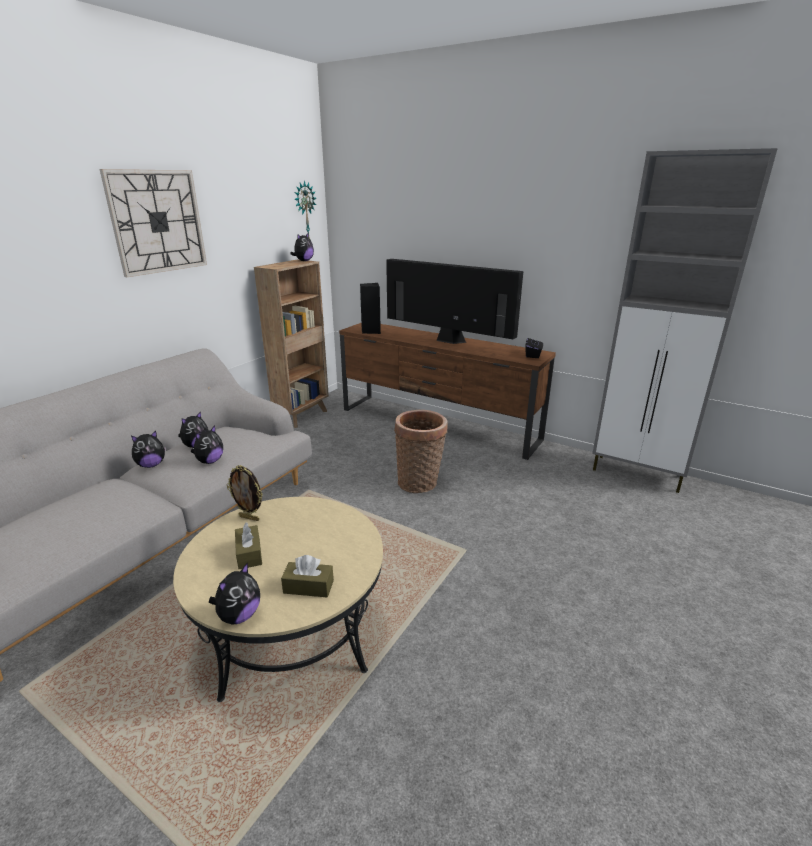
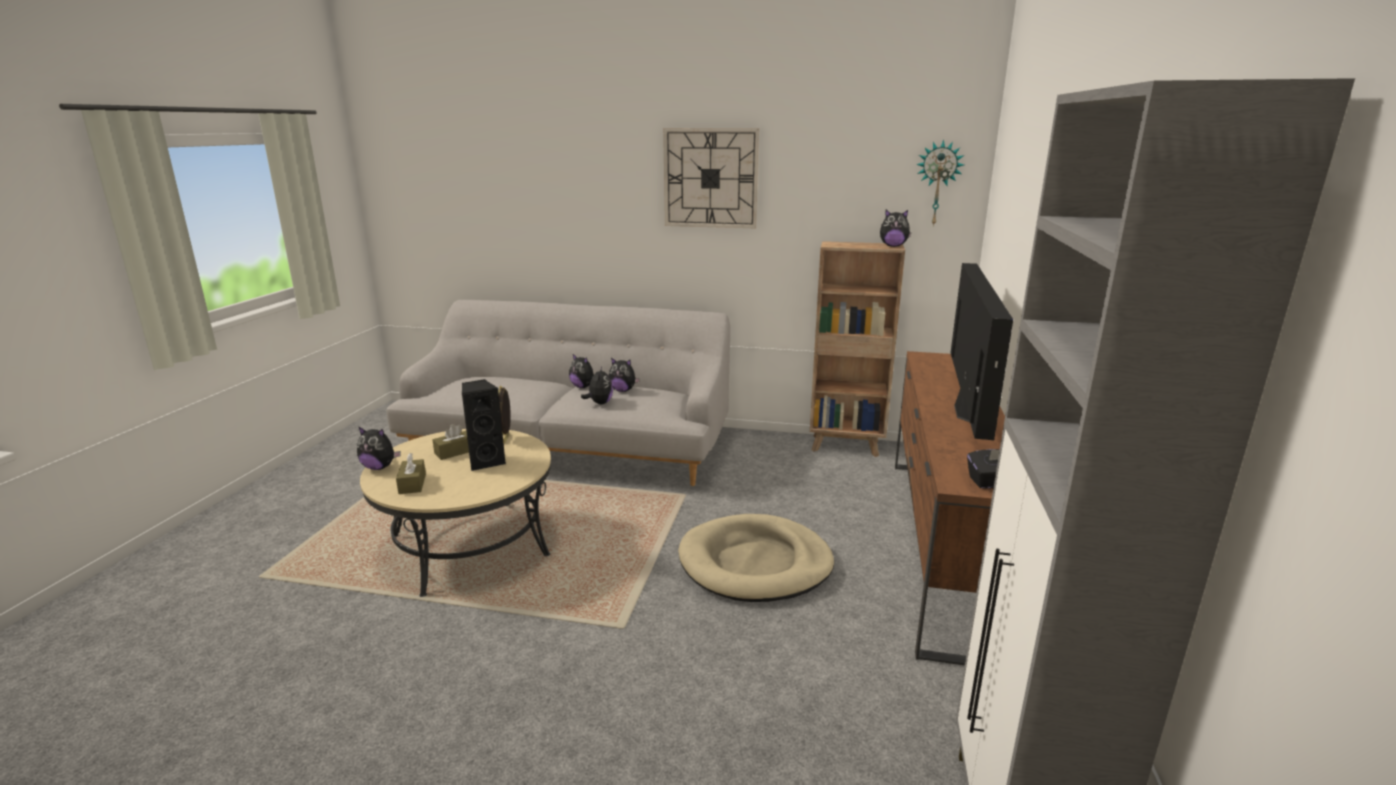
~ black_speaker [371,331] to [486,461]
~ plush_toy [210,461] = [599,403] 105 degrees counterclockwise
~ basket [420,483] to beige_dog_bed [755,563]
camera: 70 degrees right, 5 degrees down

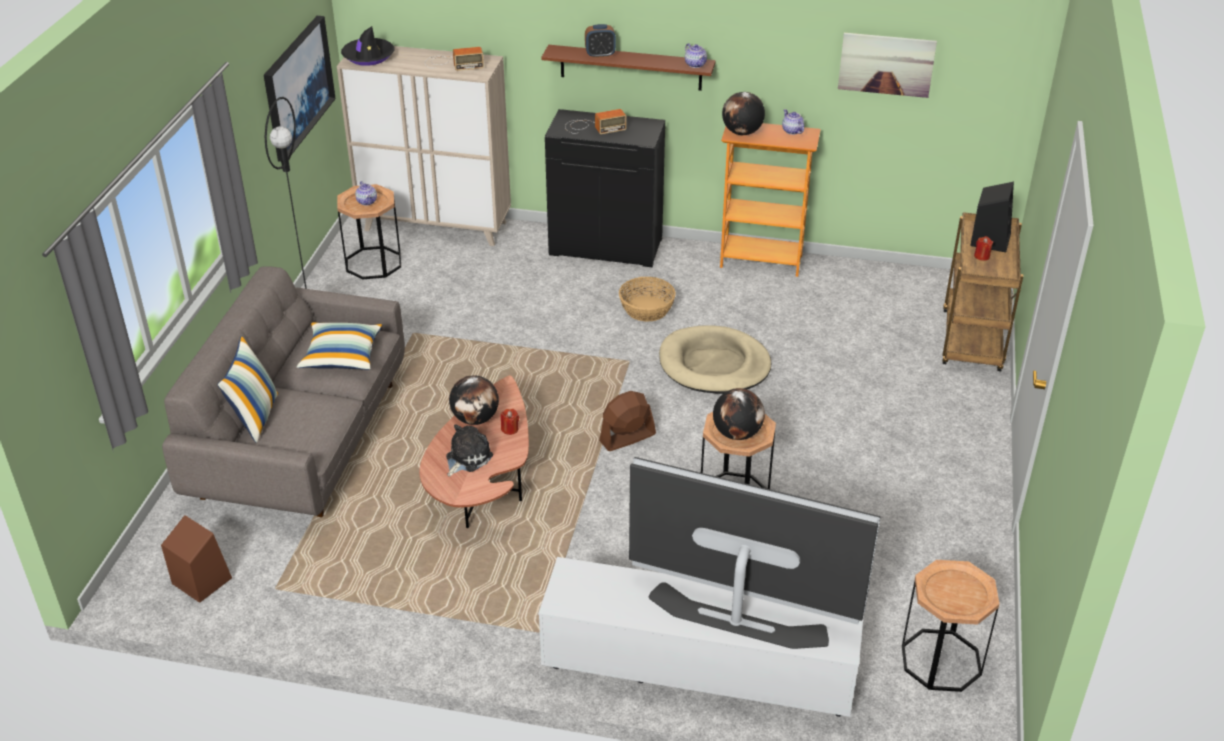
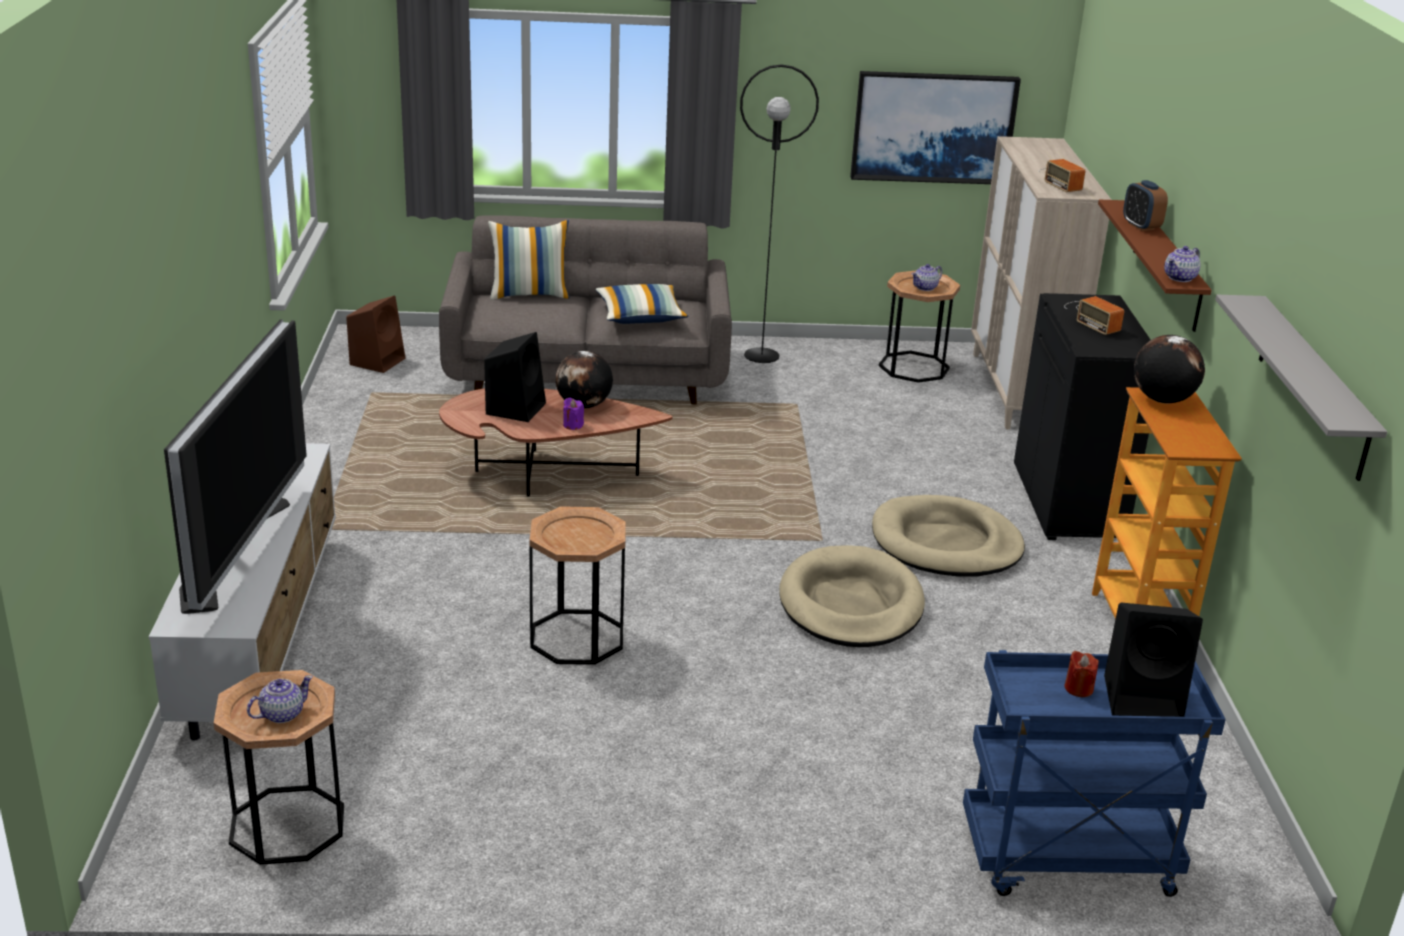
~ teapot [792,131] to [281,714]
~ plush_toy [466,458] to black_speaker [516,408]
~ red_candle [510,429] to purple_candle [573,425]
~ basket [647,309] to beige_dog_bed [946,543]
~ brown_cart [972,342] to blue_cart [1066,861]
~ picture [886,64] to grey_shelf [1313,386]
- black_hat [368,57]
- brown_fan [627,438]
- globe [737,433]
camera: 75 degrees right, 10 degrees down

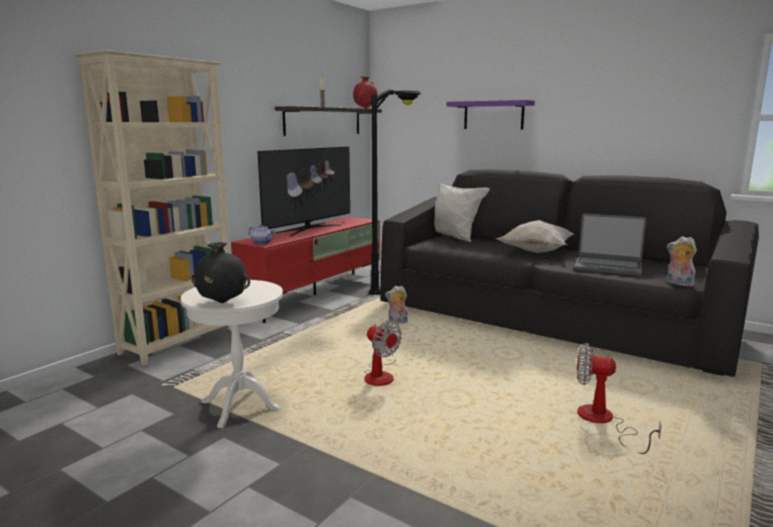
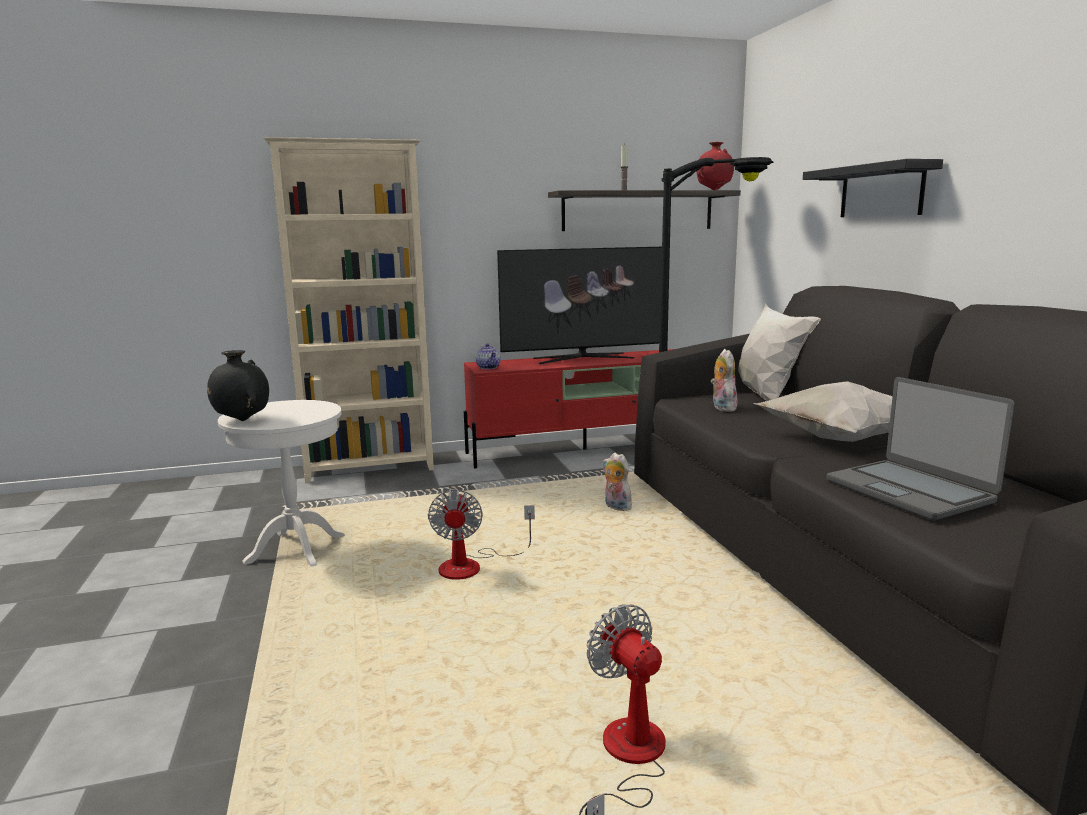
~ plush_toy [678,283] to [722,408]
~ purple_shelf [493,115] to black_shelf [881,191]
camera: 40 degrees right, 0 degrees up

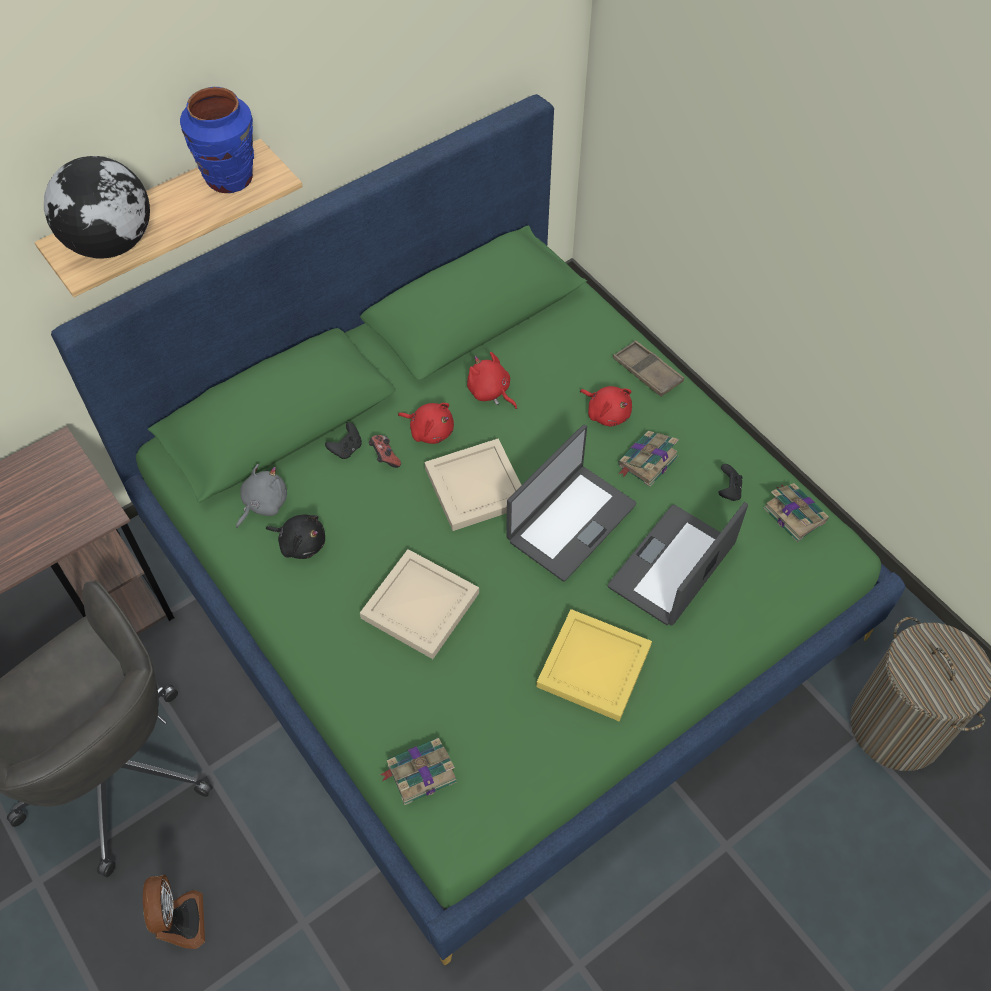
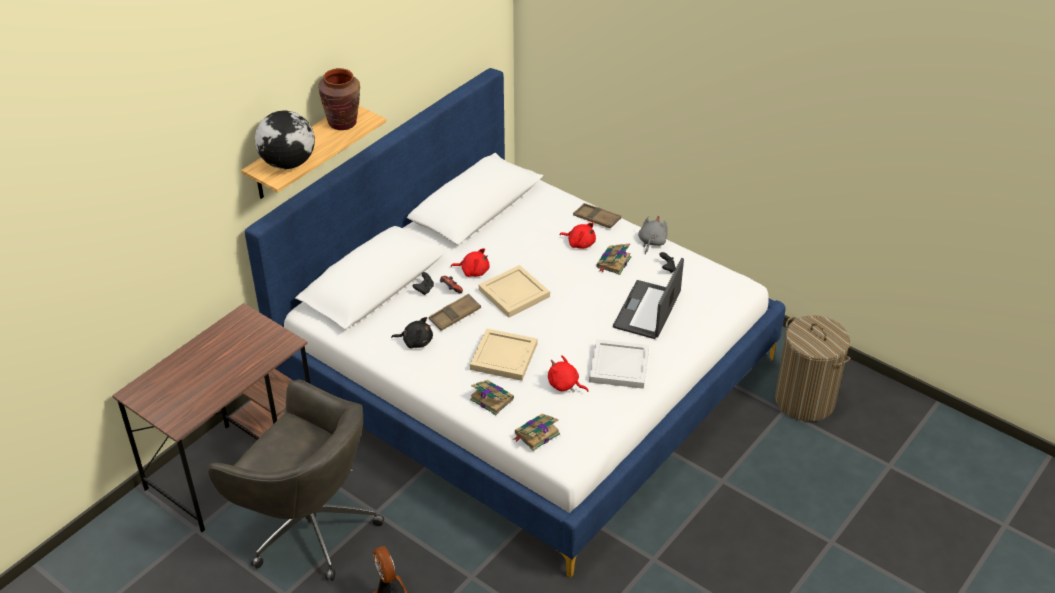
~ green_bed [495,578] to white_bed [527,373]
~ blue_vase [230,178] to brown_vase [343,123]
+ brown_tray [455,315]
~ book [794,513] to [491,399]
~ red_plush_toy [490,392] to [565,385]
~ yellow_tray [594,668] to white_tray [620,367]
~ grey_plush_toy [263,504] to [651,242]
- laptop [570,521]
camera: 15 degrees left, 15 degrees down

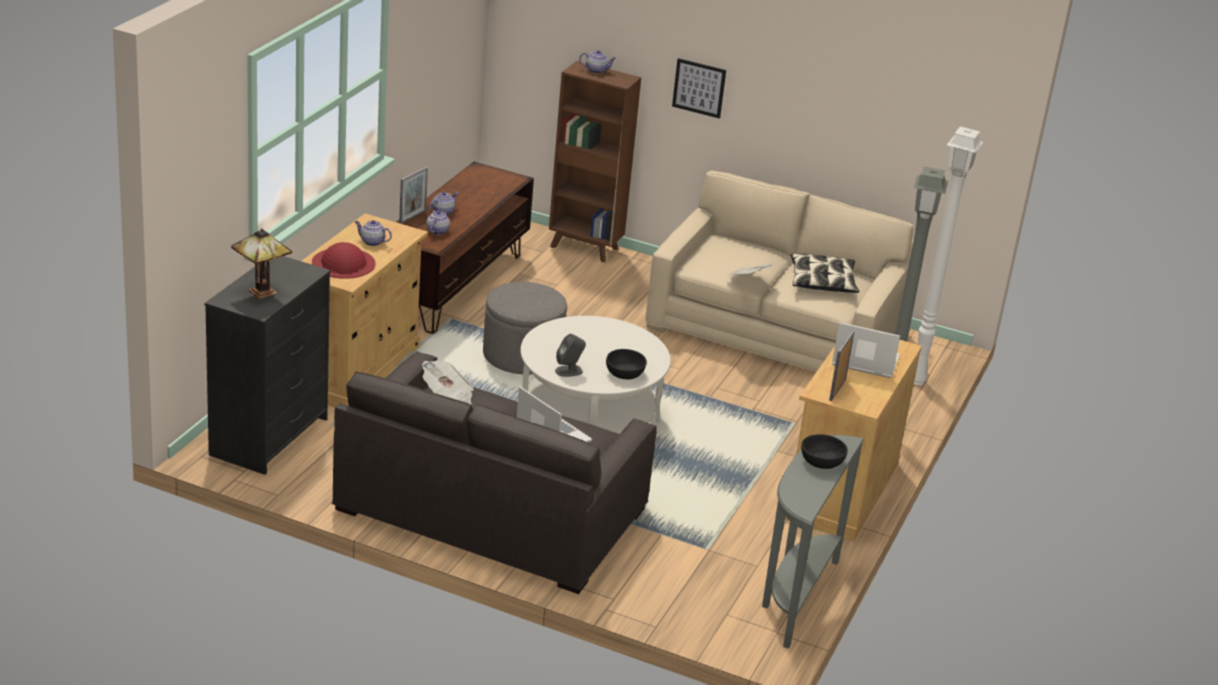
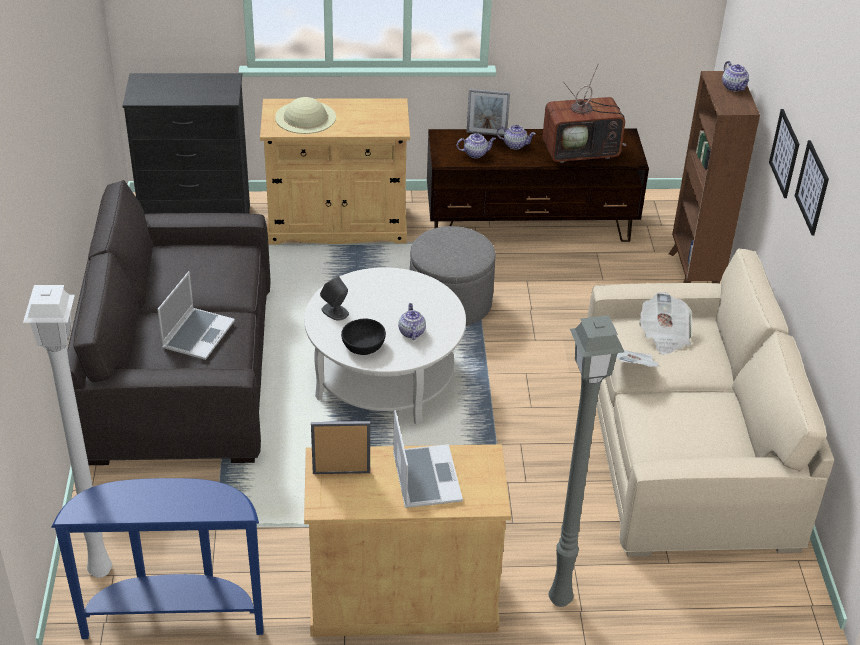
~ white_floor_lamp [915,381] to [99,569]
~ grey_console_table [794,597] to blue_console_table [174,617]
~ red_hat [343,263] to beige_hat [305,117]
~ teapot [372,242] to [411,332]
+ television [582,150]
~ newspaper [448,396] to [664,336]
+ picture [812,187]
- table_lamp [261,293]
- pillow [822,282]
- black_bowl [821,461]
camera: 65 degrees right, 10 degrees up

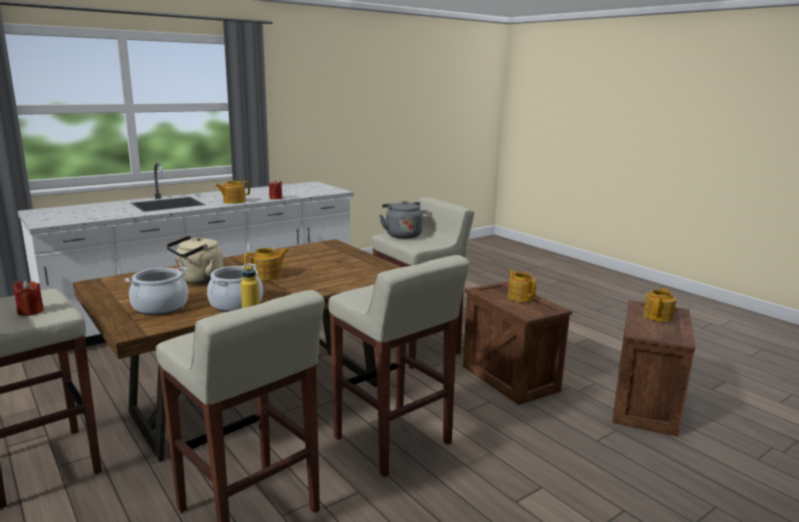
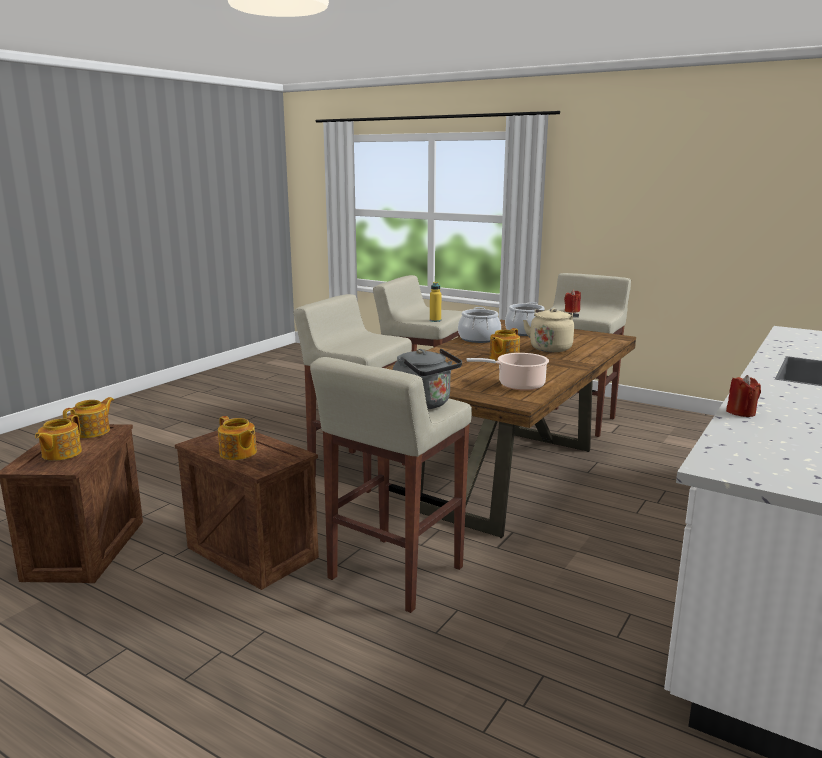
~ teapot [233,201] to [93,432]
+ cooking_pot [518,385]
camera: 160 degrees right, 0 degrees up

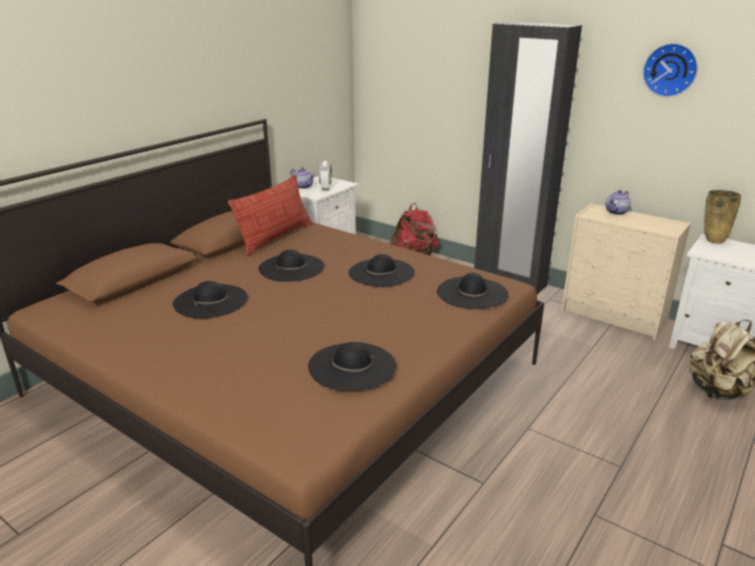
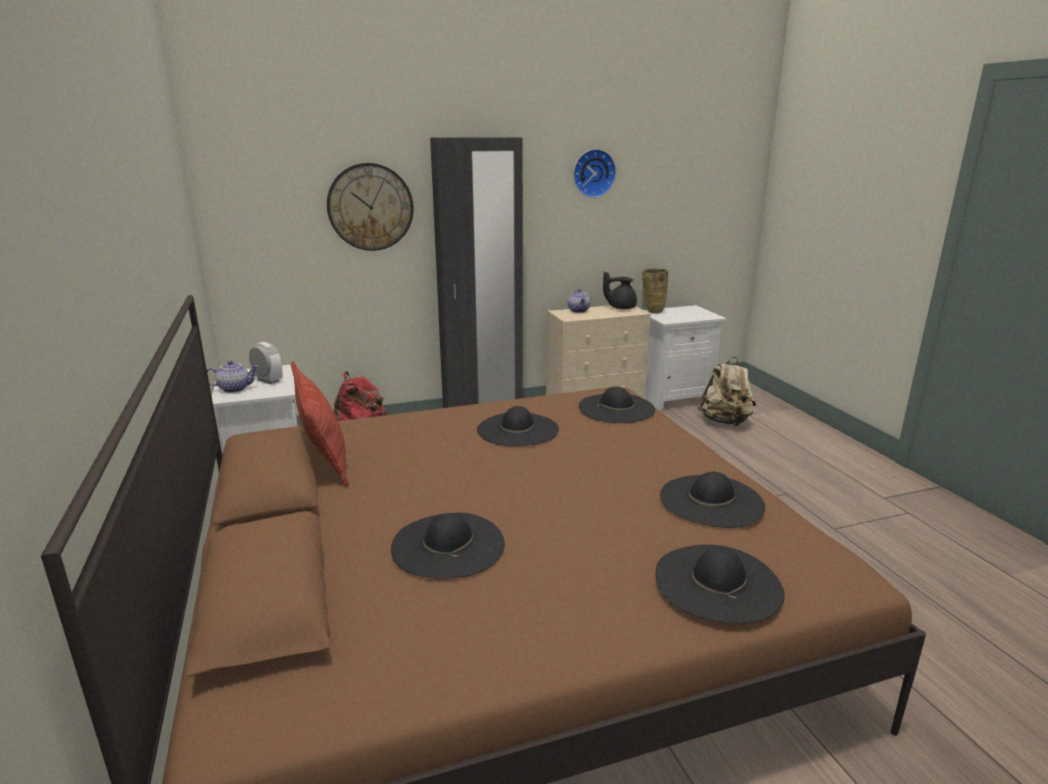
+ wall_clock [370,207]
+ black_teapot [620,307]
~ black_hat [291,267] to [717,582]
camera: 55 degrees left, 5 degrees down

